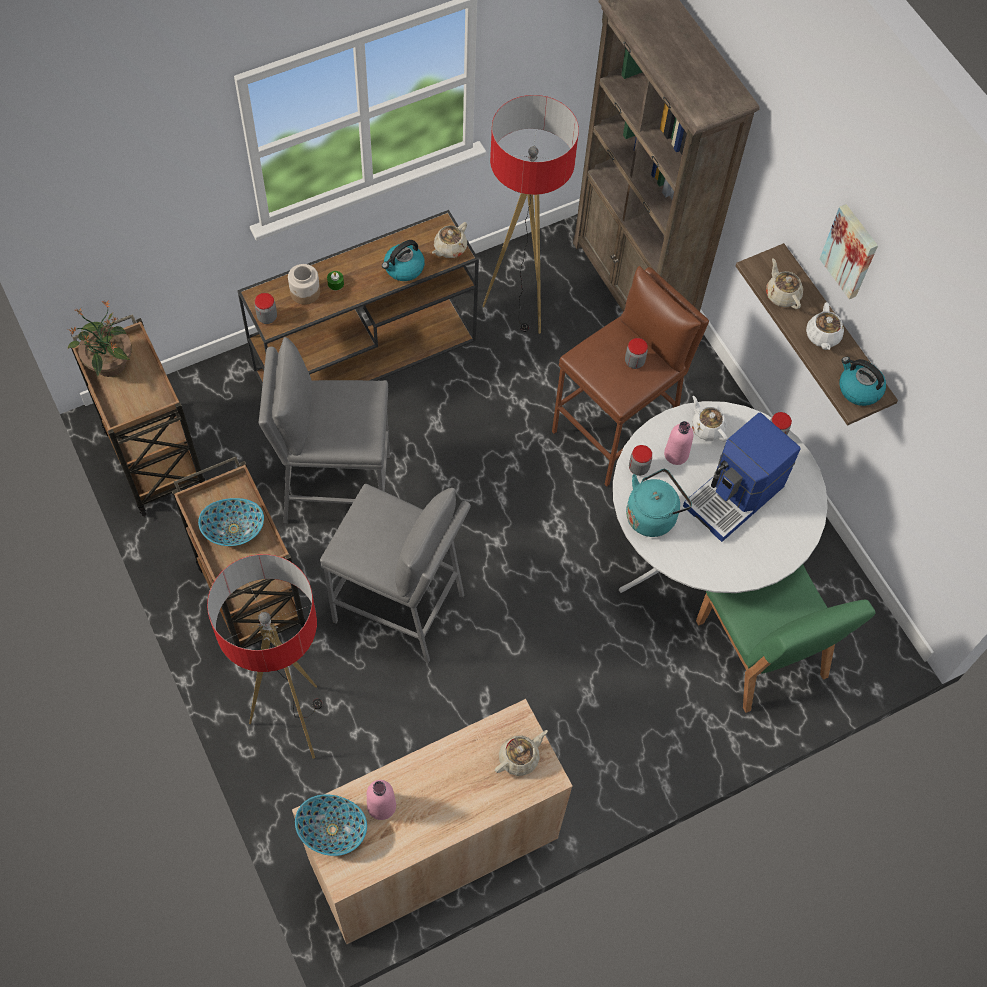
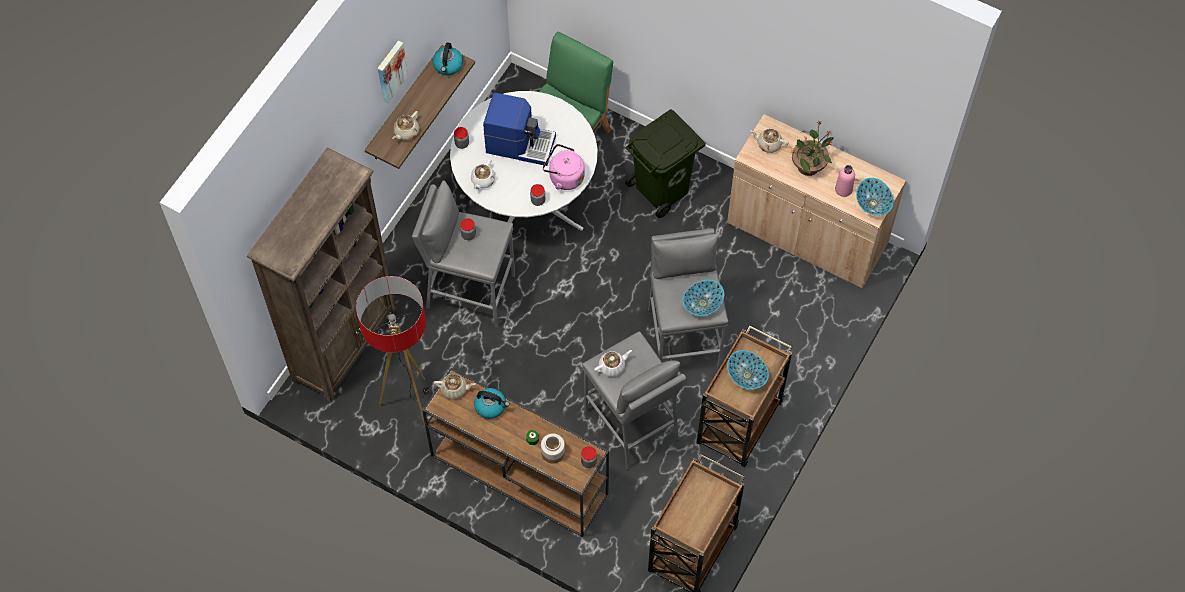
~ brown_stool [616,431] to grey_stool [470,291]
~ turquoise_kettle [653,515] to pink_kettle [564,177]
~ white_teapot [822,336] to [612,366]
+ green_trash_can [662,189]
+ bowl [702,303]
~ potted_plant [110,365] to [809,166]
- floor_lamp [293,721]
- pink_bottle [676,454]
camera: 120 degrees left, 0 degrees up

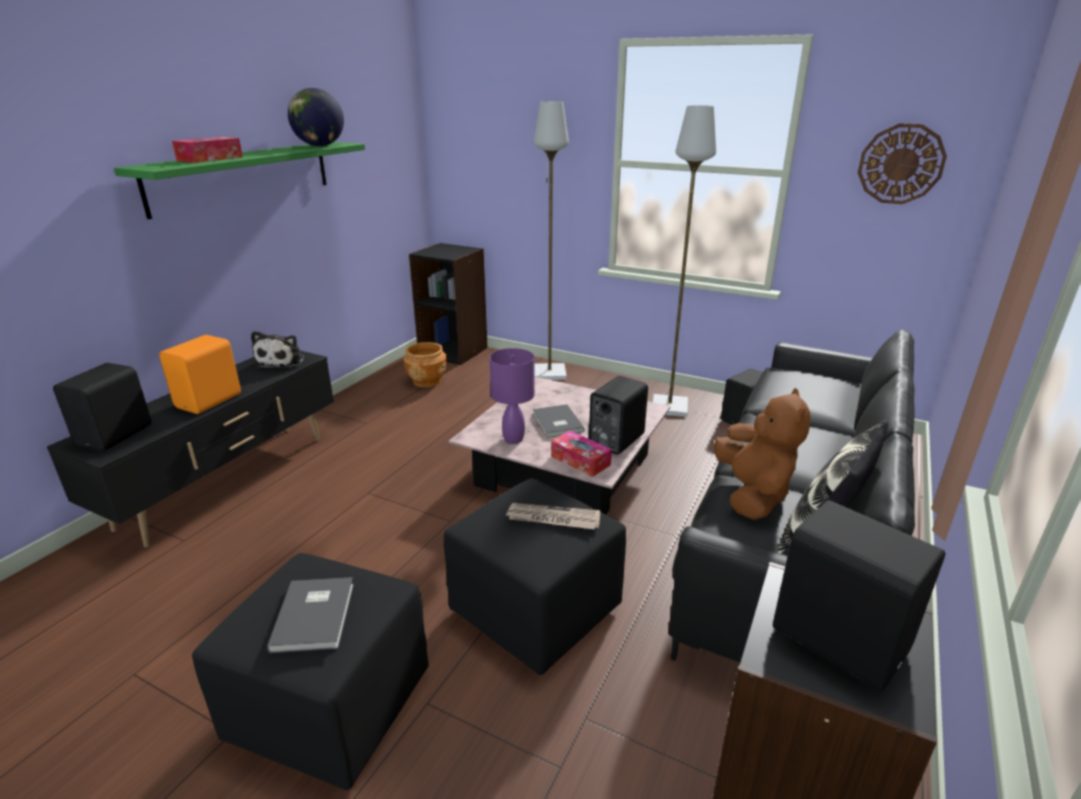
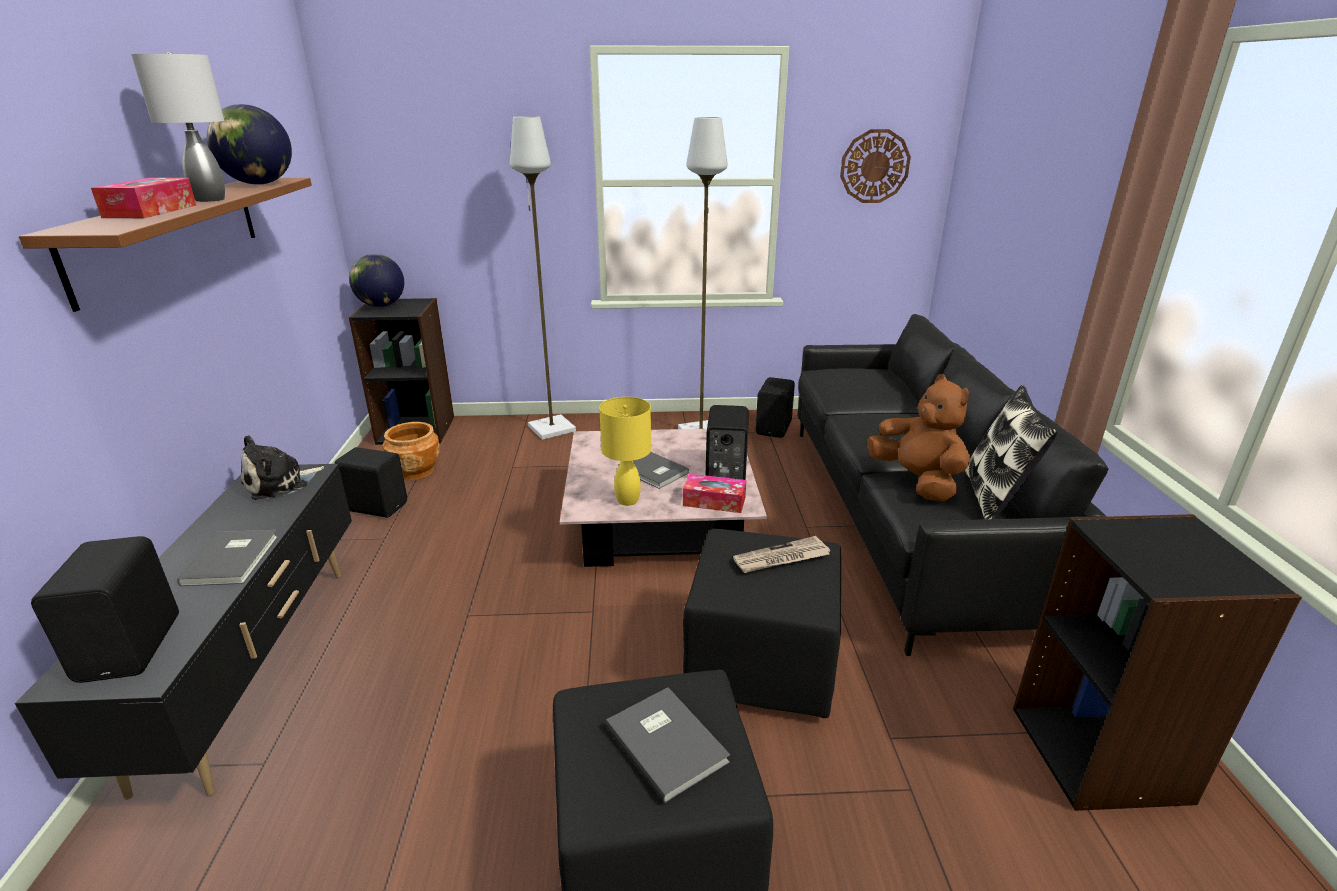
~ green_shelf [243,176] to brown_shelf [170,234]
+ grey_table_lamp [211,199]
~ orange_speaker [210,401] to grey_book [234,559]
~ plush_toy [282,361] = [280,484] 75 degrees clockwise
~ black_speaker [838,637] to [377,506]
+ globe [381,306]
~ purple_table_lamp [513,439] to yellow_table_lamp [627,500]
camera: 30 degrees left, 0 degrees up

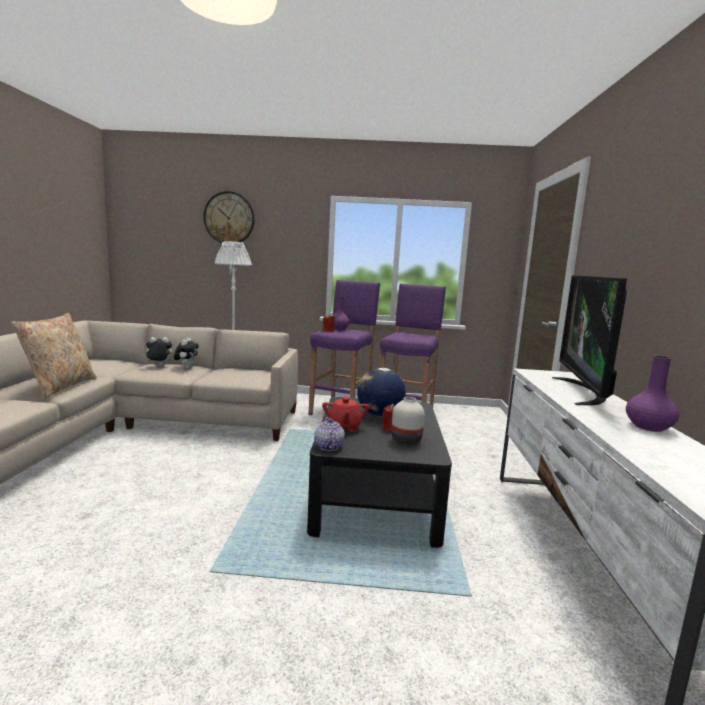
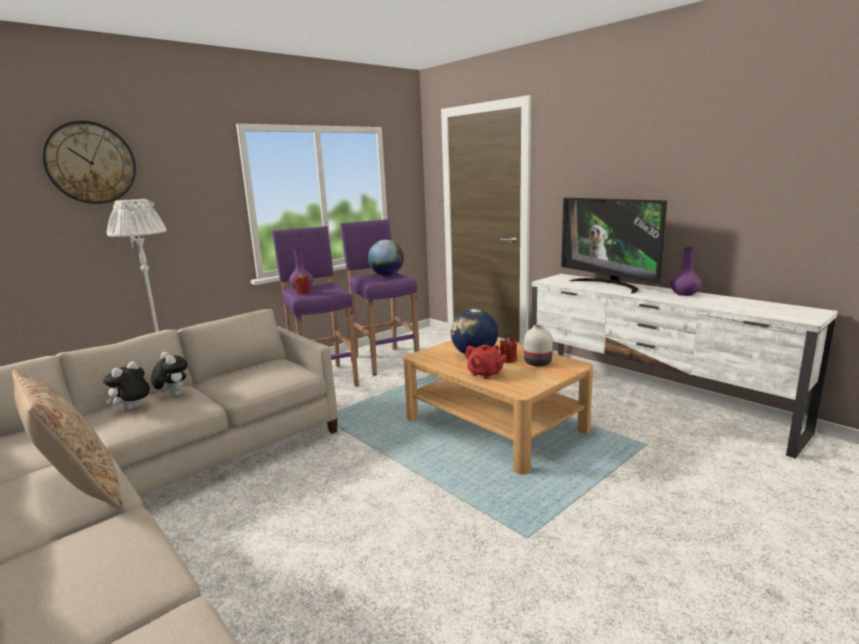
+ globe [386,275]
~ black_coffee_table [375,493] to beige_coffee_table [494,425]
- teapot [328,447]
camera: 45 degrees left, 5 degrees up

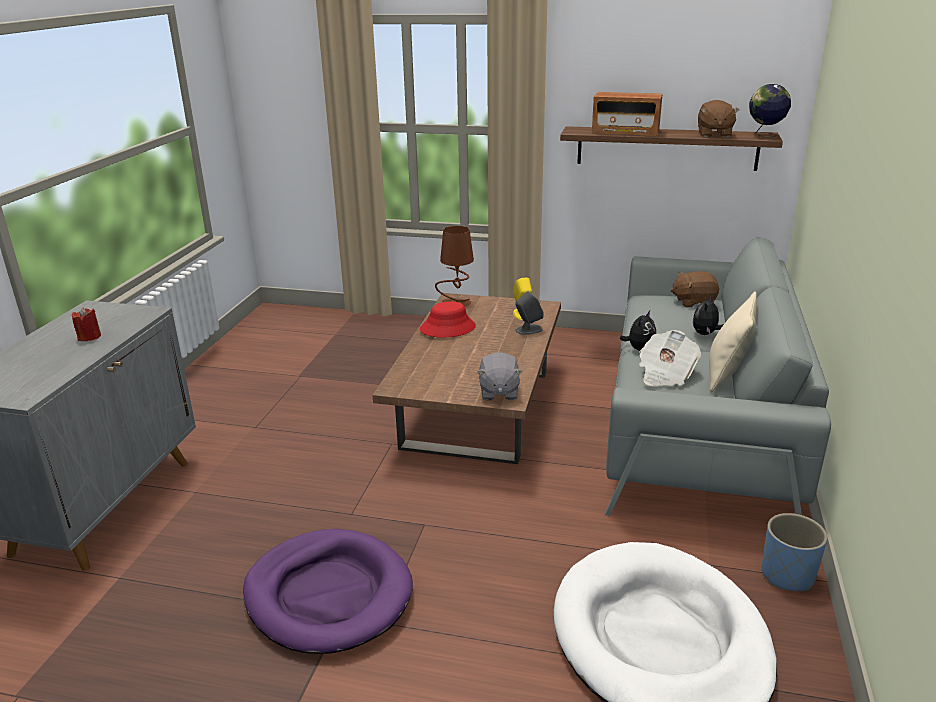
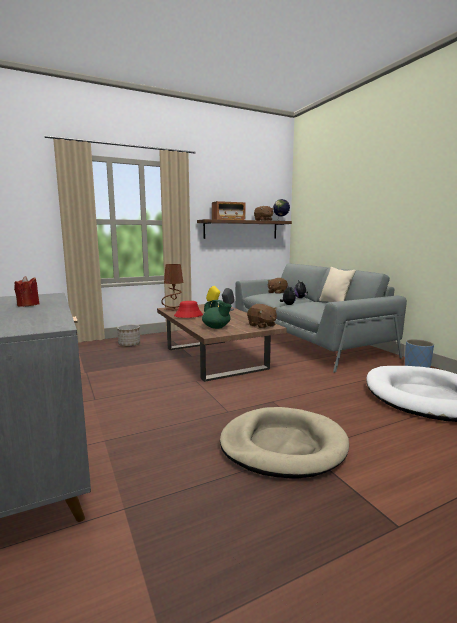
+ planter [129,344]
+ green_teapot [216,327]
~ purple_dog_bed [328,594] to beige_dog_bed [282,446]
~ grey_plush_toy [498,392] to brown_plush_toy [261,325]
- newspaper [665,374]
camera: 40 degrees left, 15 degrees down

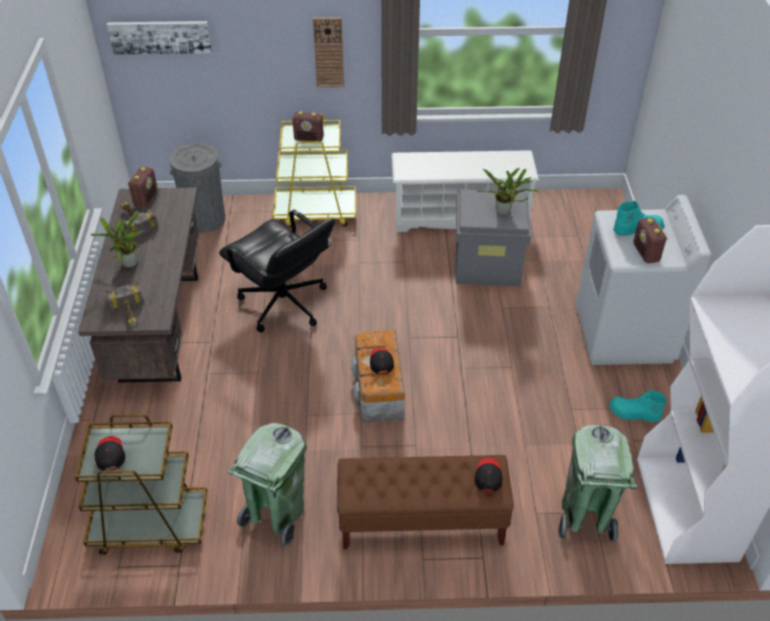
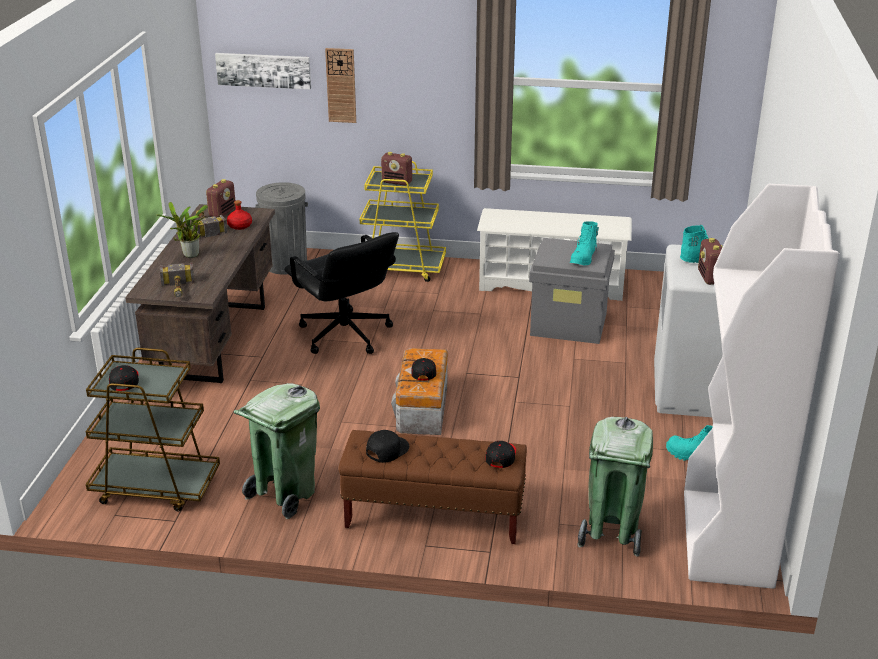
+ red_bottle [240,226]
~ wall_clock [328,52] to [341,85]
+ black_cap [387,449]
~ potted_plant [504,213] to turquoise_boot [584,258]
camera: 10 degrees right, 15 degrees down

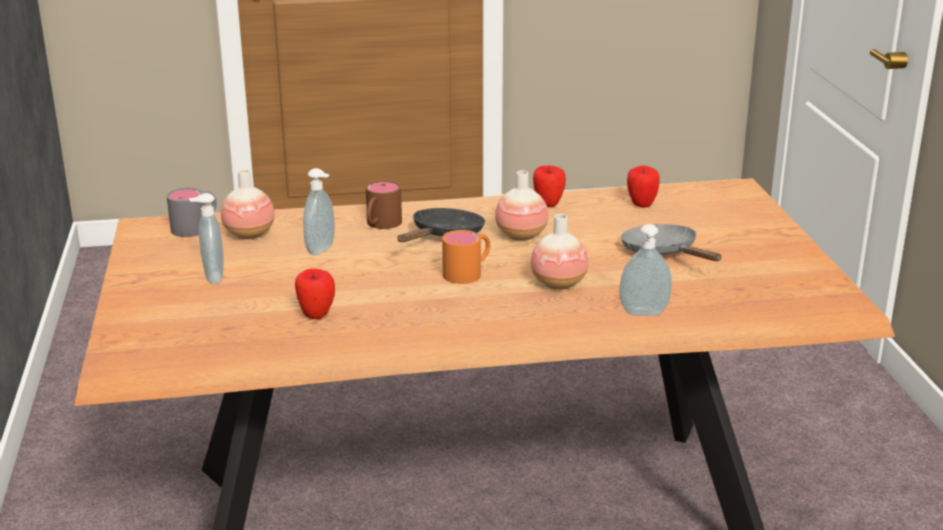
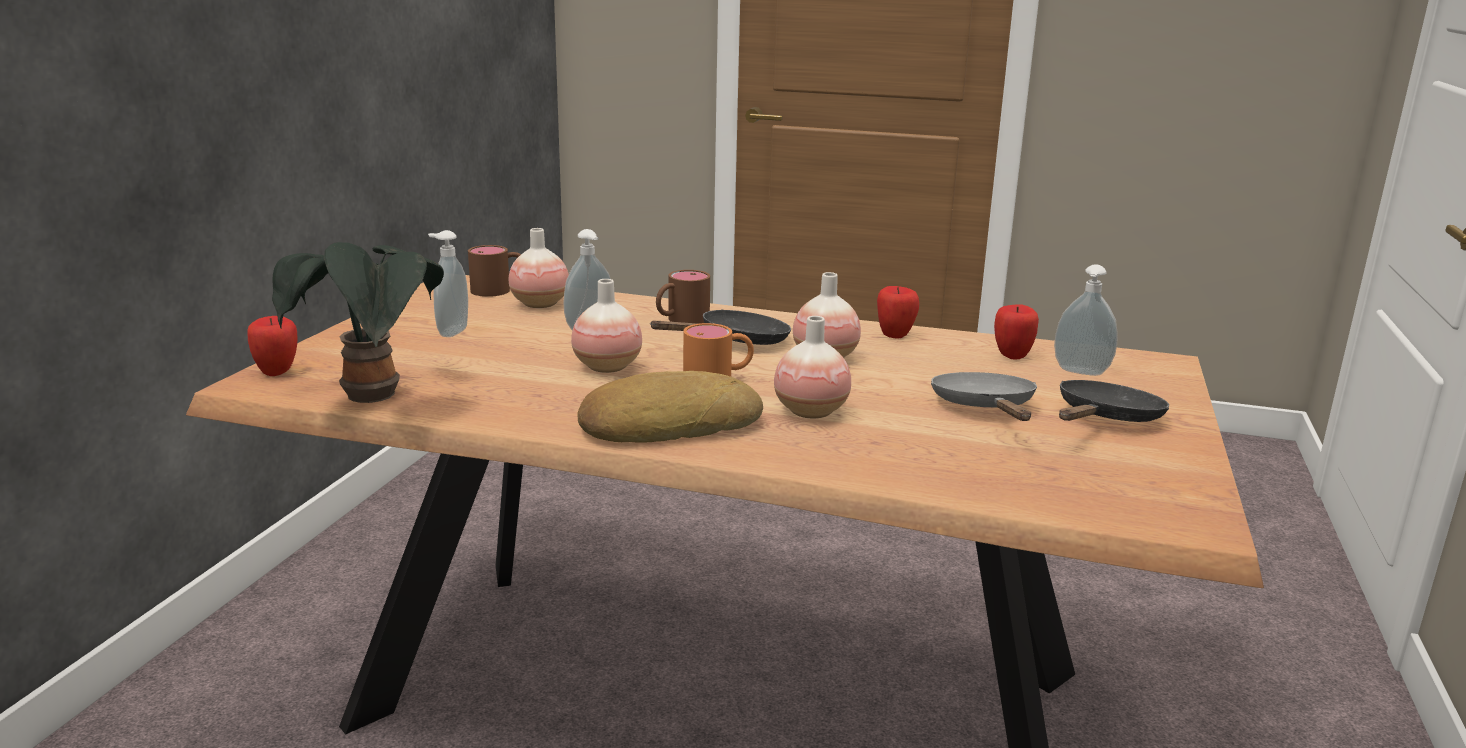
~ apple [316,315] to [277,372]
+ potted_plant [373,398]
~ grey_mug [196,227] to brown_mug [499,290]
+ vase [607,367]
+ bread [668,424]
~ soap_dispenser [644,314] to [1080,372]
+ black_frying_pan [1105,419]
camera: 25 degrees right, 5 degrees down

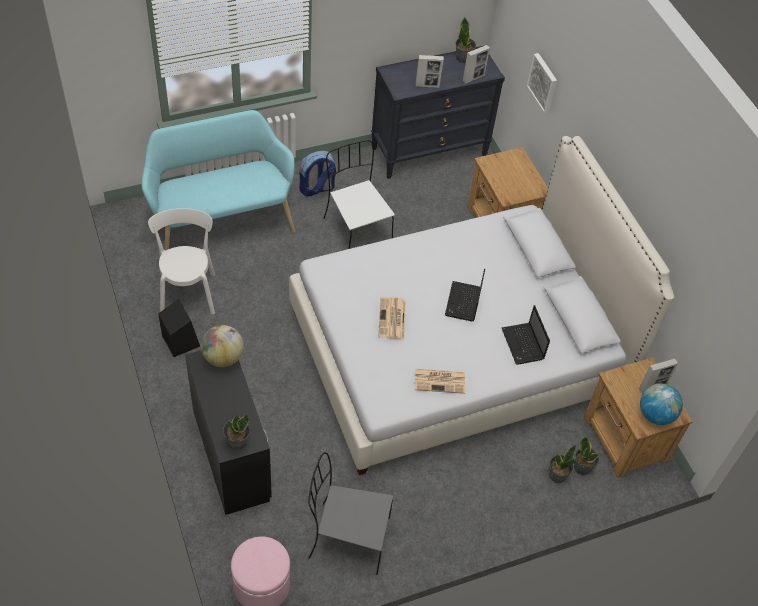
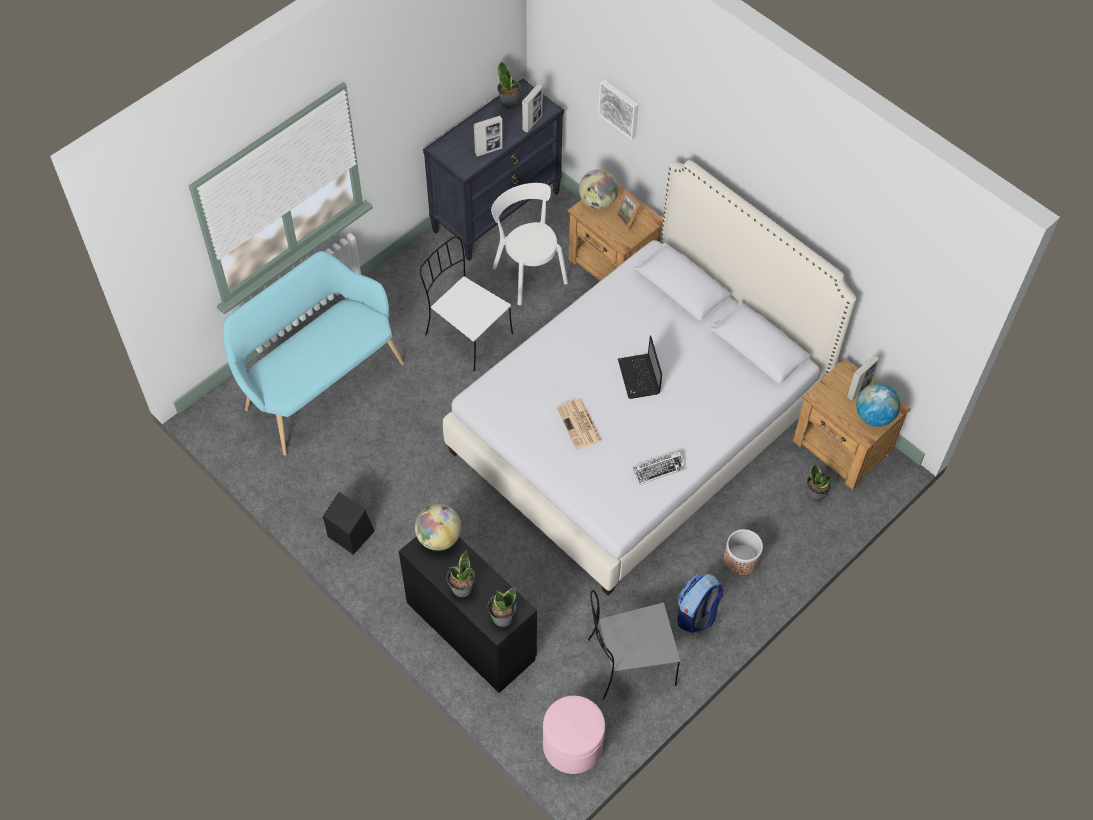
~ potted_plant [557,475] to [461,588]
~ white_chair [188,291] to [528,272]
+ globe [597,202]
+ picture_frame [629,219]
~ newspaper [440,381] to keyboard [659,469]
~ backpack [316,189] to [696,614]
+ planter [741,560]
- laptop [523,345]
camera: 20 degrees left, 5 degrees up

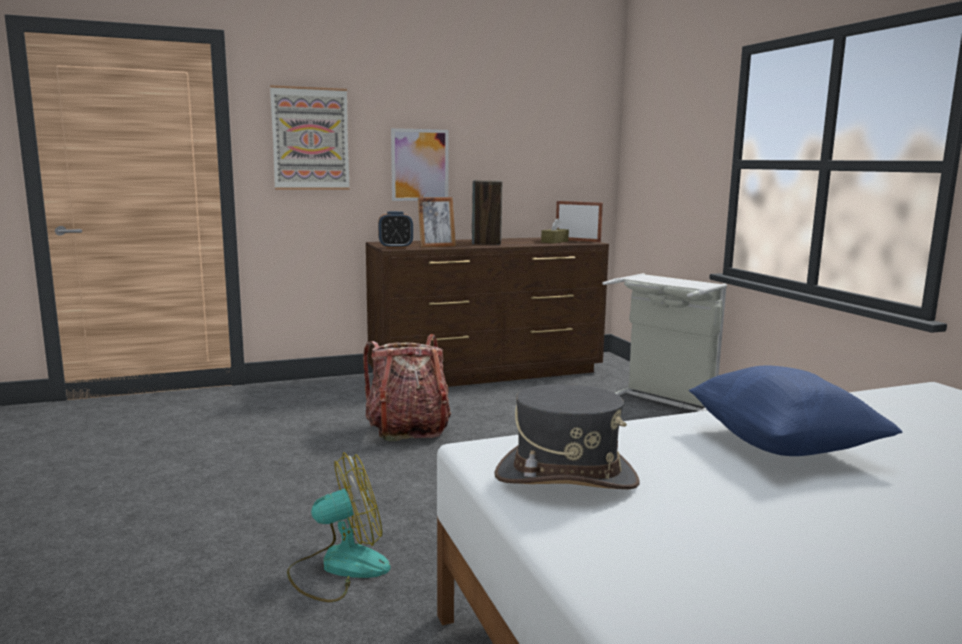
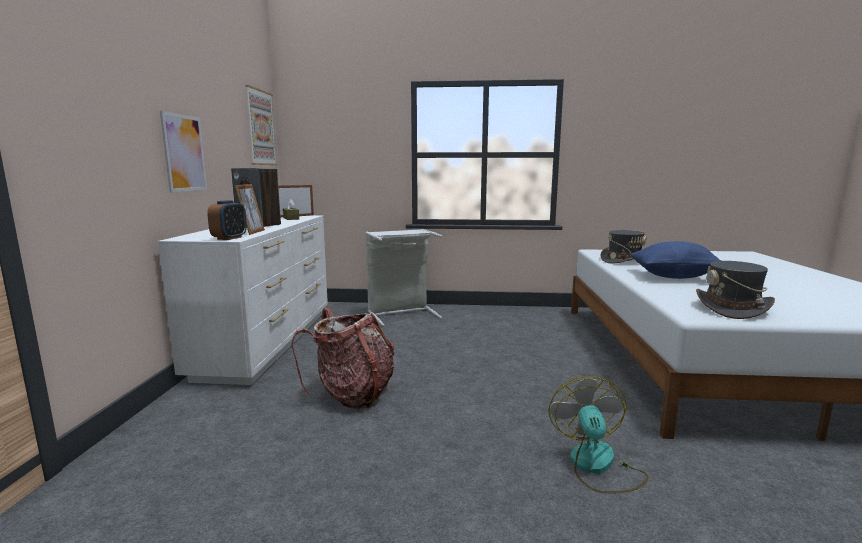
~ brown_dresser [488,373] to white_dresser [269,341]
~ picture [310,139] to [260,128]
+ grey_hat [623,260]
camera: 65 degrees left, 0 degrees up

